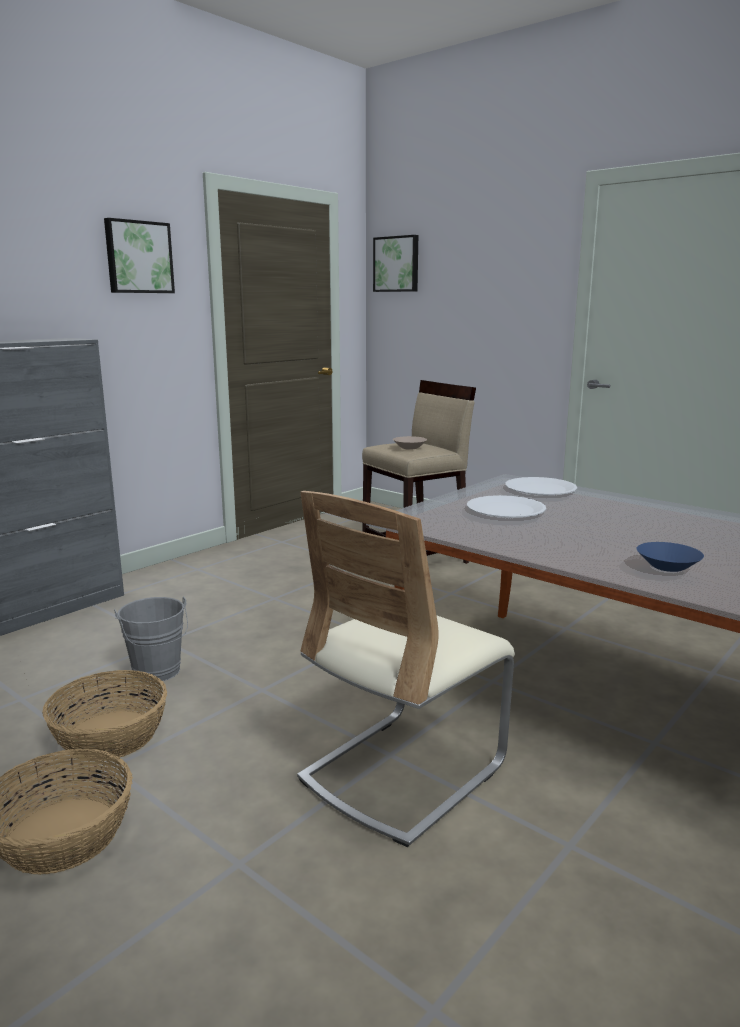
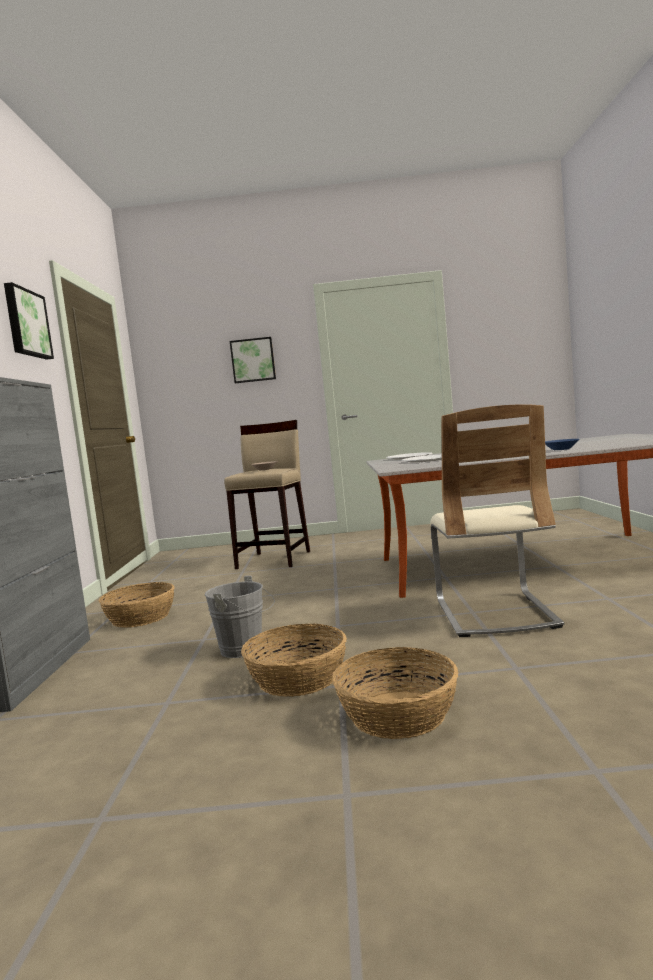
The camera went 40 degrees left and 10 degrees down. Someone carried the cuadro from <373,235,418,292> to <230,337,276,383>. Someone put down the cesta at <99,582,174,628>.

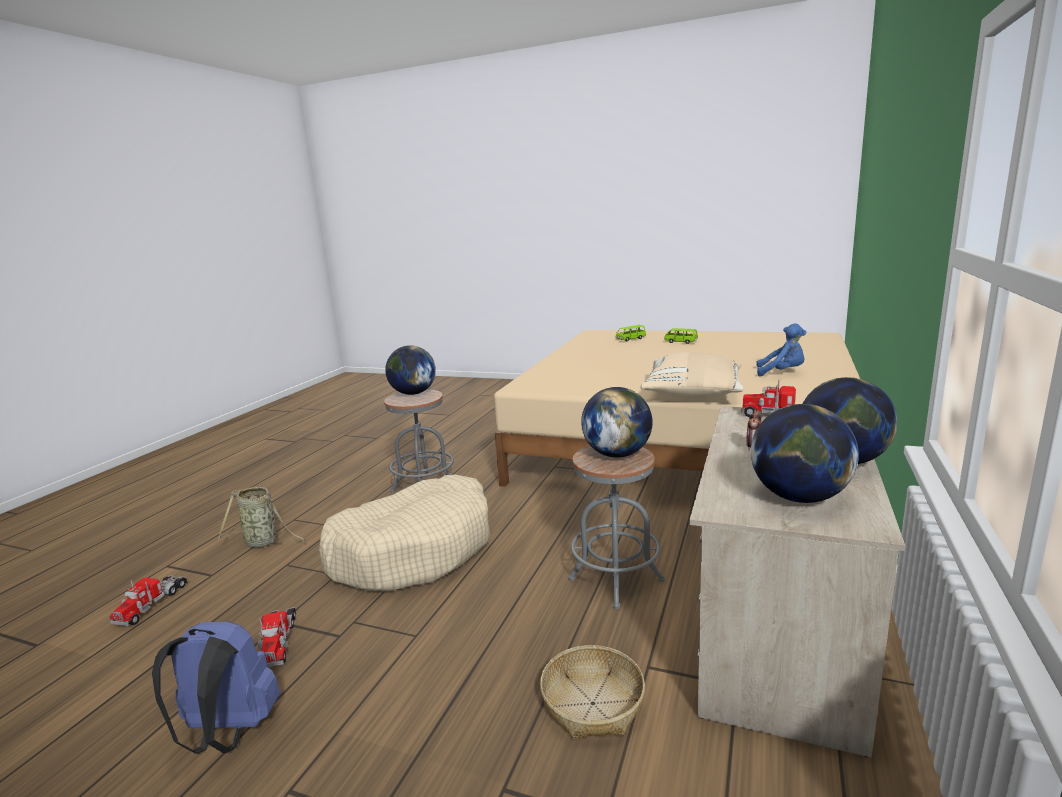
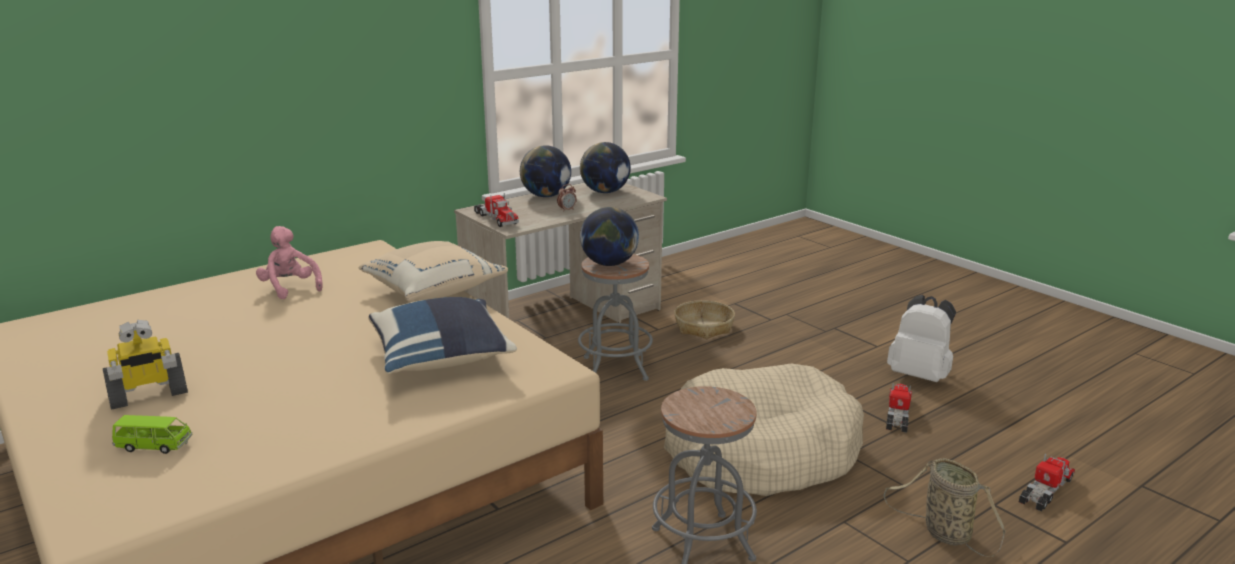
The camera went 150 degrees left and 5 degrees up. Someone repainted the mochila [azul] at <152,621,280,754>, which became the mochila [blanco] at <887,295,956,382>. Someone took away the globo terráqueo at <385,345,436,395>. Someone swapped the coche de juguete [verde] at <664,328,698,344> for the robot de juguete at <103,320,188,410>. Someone repainted the peluche [azul] at <756,323,806,377>, which became the peluche [rosa] at <256,226,323,299>. Someone put down the cojín [azul] at <369,297,517,374>.

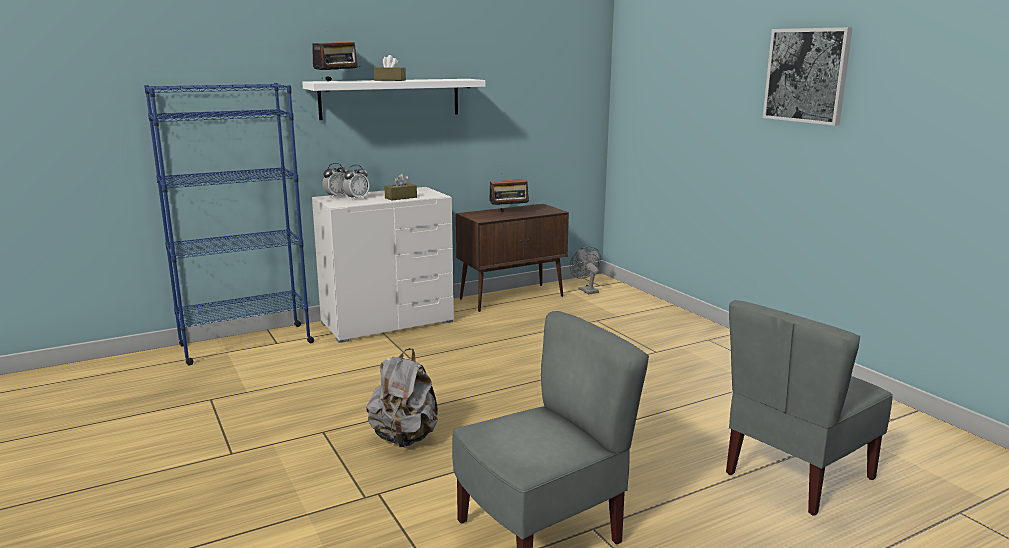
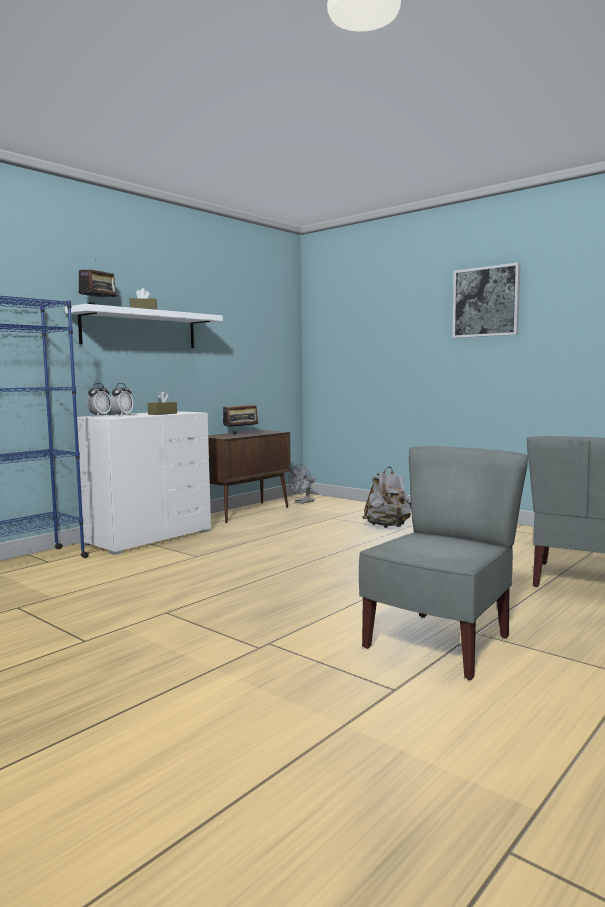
The camera went 20 degrees left and 10 degrees down. Someone carried the mochila [gris] from <367,348,438,447> to <362,467,411,528>. Someone rotated the ventilador [gris] at <570,246,601,295> by 90 degrees counterclockwise.

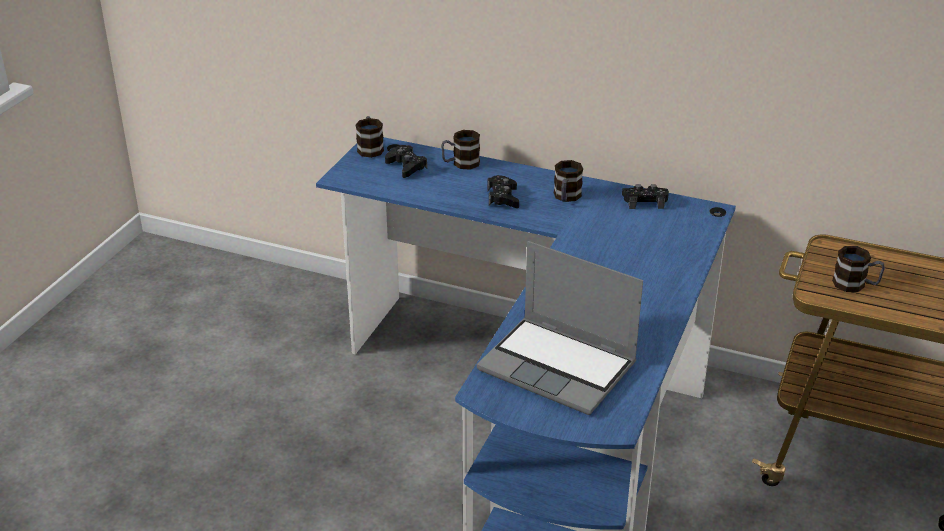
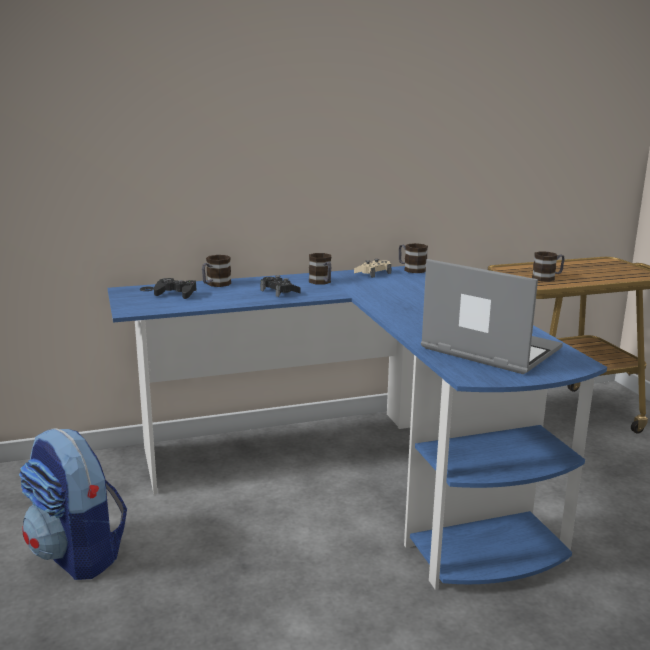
The camera went 40 degrees left and 15 degrees down. Someone carried the taza grande from <356,116,384,158> to <399,243,428,273>. Someone rotated the portátil at <477,241,643,415> by 135 degrees counterclockwise. Someone repainted the mando de consola [negro] at <622,184,669,209>, which became the mando de consola [beis] at <354,259,391,278>. Someone put down the mochila at <19,428,127,580>.

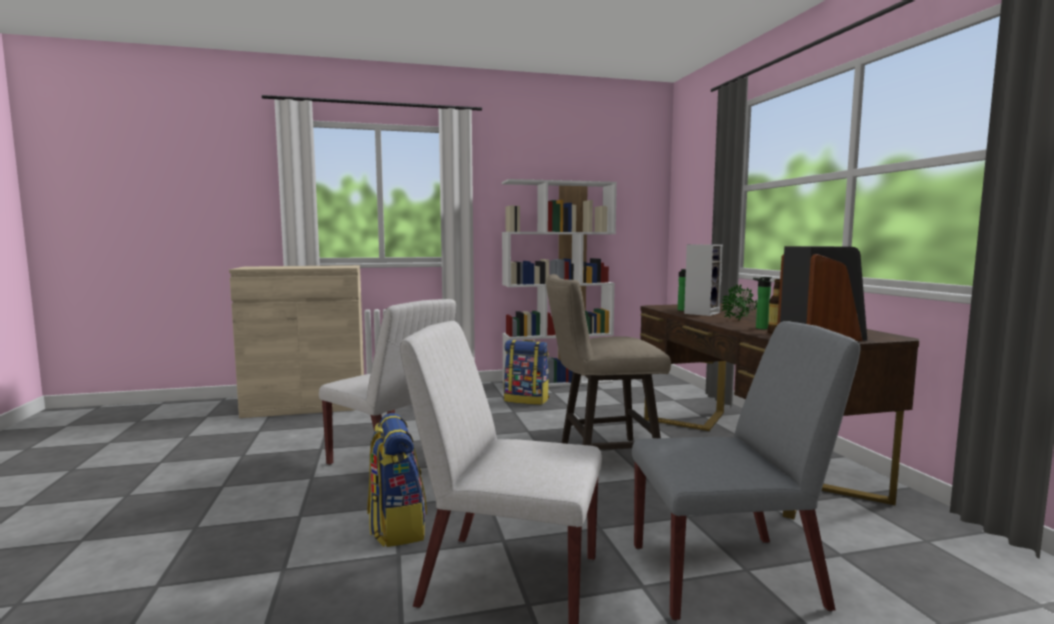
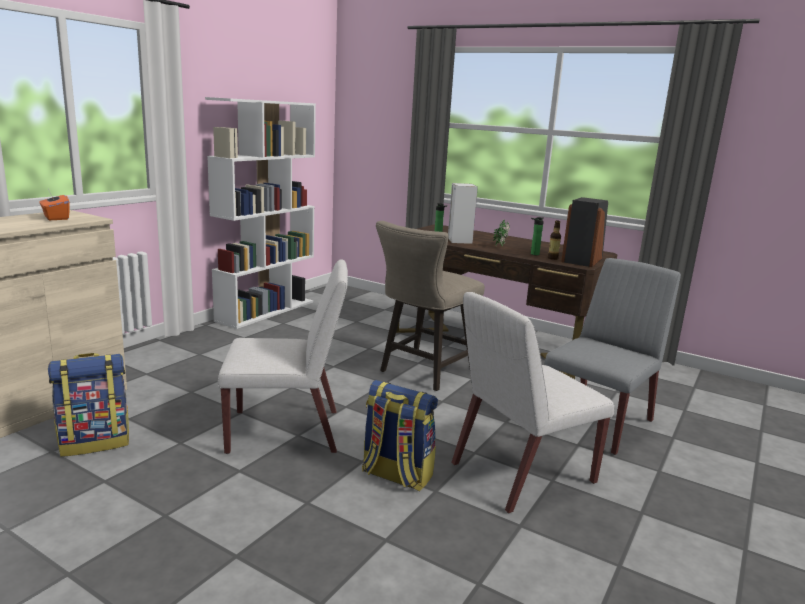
The camera went 45 degrees left and 10 degrees up. Someone carried the mochila from <504,340,549,405> to <48,353,129,457>. Someone put down the caja de pañuelos [naranja] at <40,189,70,220>.

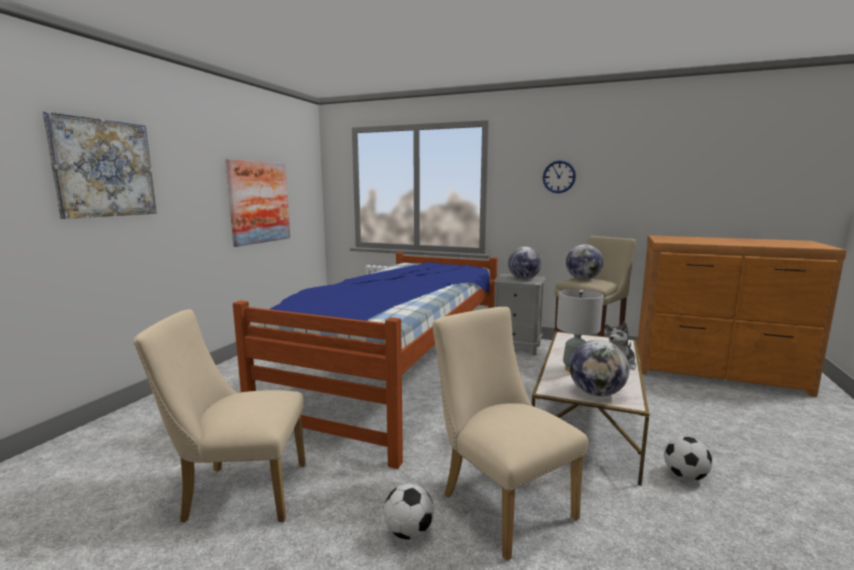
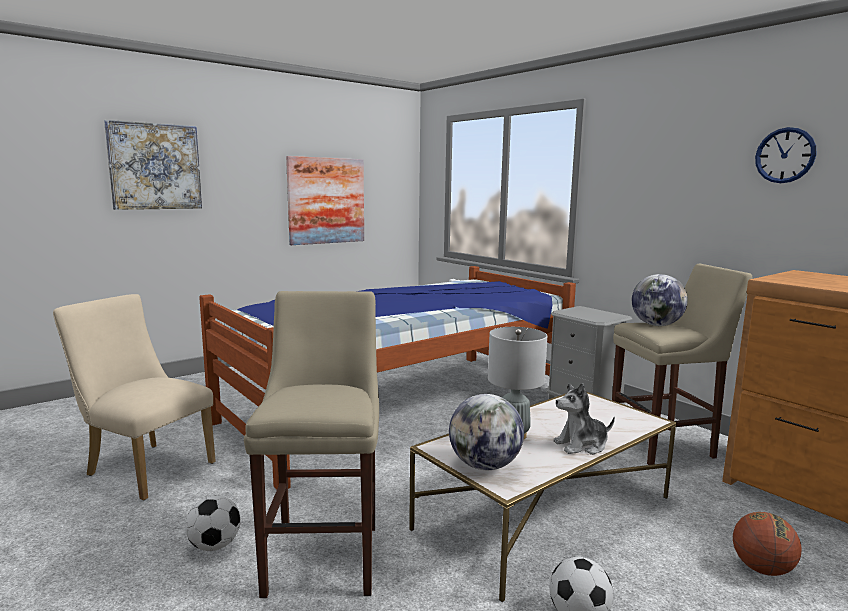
The camera went 30 degrees right and 0 degrees up. Someone swapped the silla [beis] at <432,307,588,561> for the taburete [beis] at <244,291,379,598>. Someone took away the globo terráqueo at <508,247,542,279>. Someone carried the reloj de pared from <543,160,576,193> to <755,127,816,183>. Someone put down the balón de baloncesto at <733,512,802,576>.

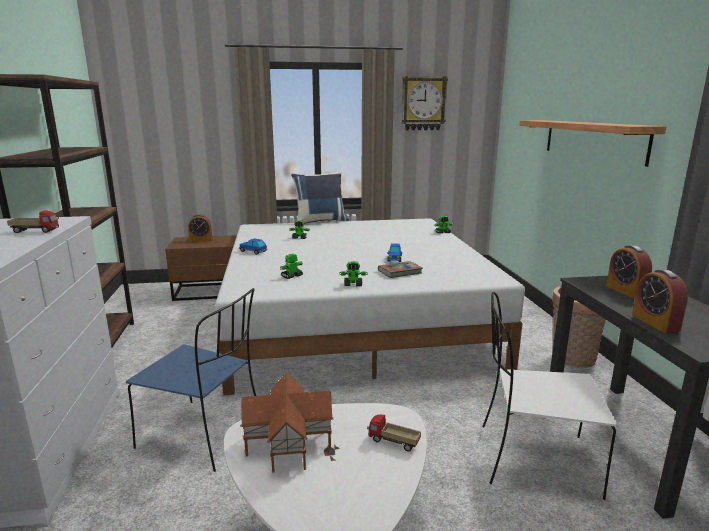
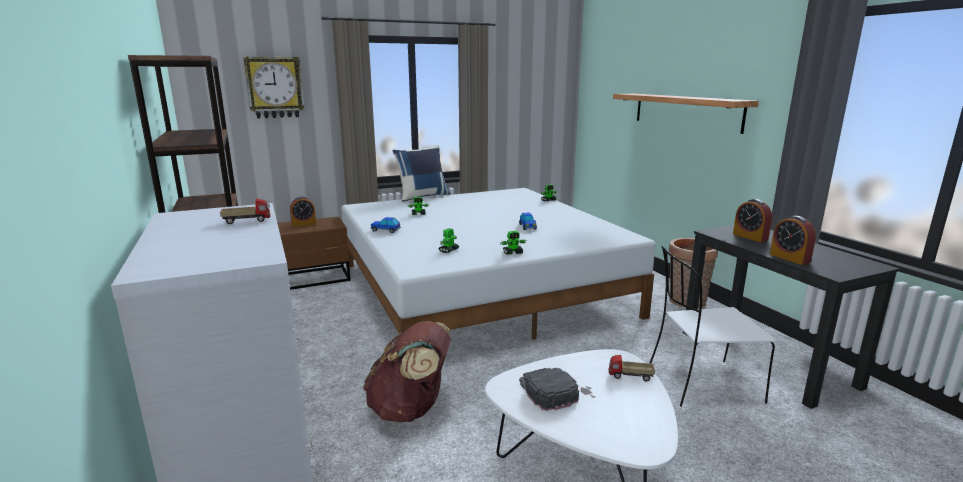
The camera went 15 degrees left and 0 degrees up. Someone swapped the silla [azul] at <126,288,256,472> for the mochila [marrón] at <363,321,451,422>. Someone swapped the casita at <240,372,333,473> for the gorra [negro] at <519,368,579,411>. Someone took away the libro at <378,261,423,278>. Someone carried the reloj de pared from <401,76,448,130> to <243,57,305,118>.

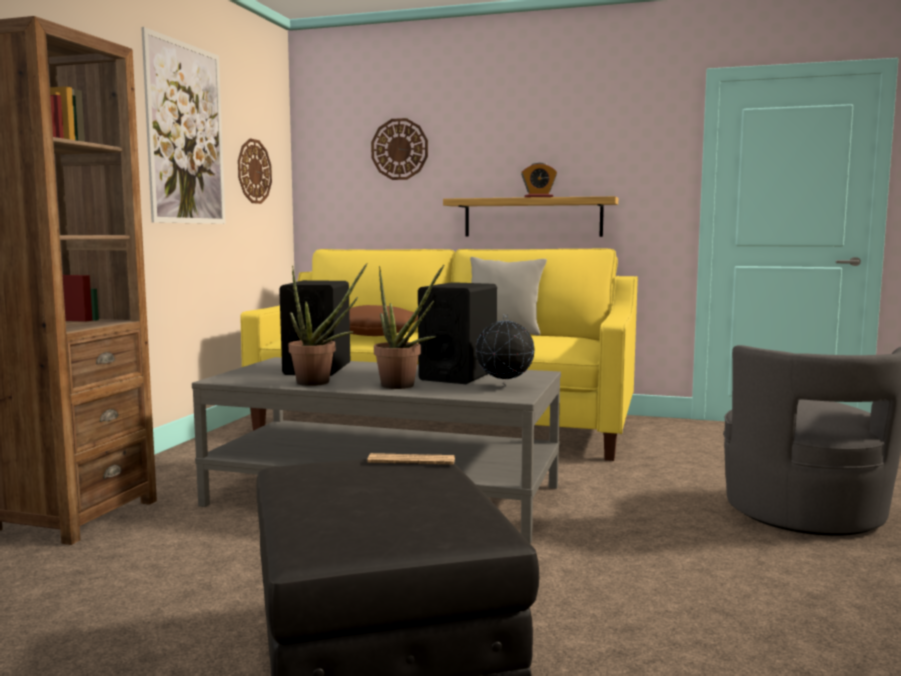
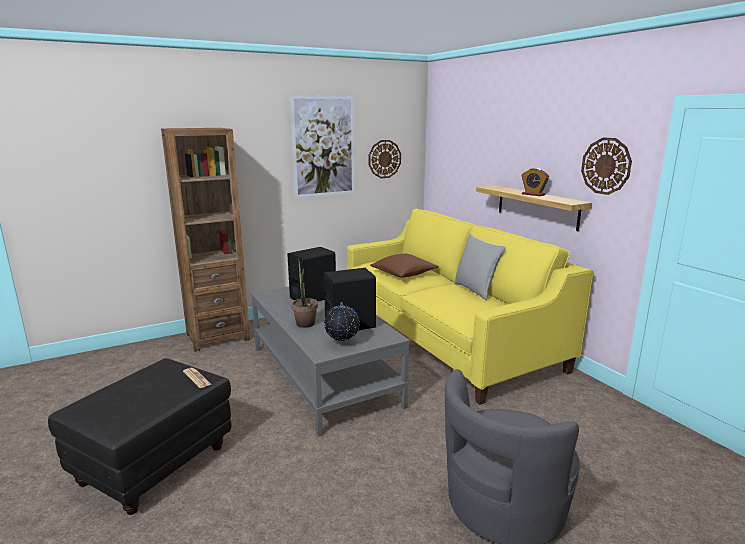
The camera went 45 degrees right and 10 degrees up. Someone took away the planta en maceta at <289,263,368,386>. Someone carried the reloj de pared from <371,118,428,180> to <581,137,632,195>.

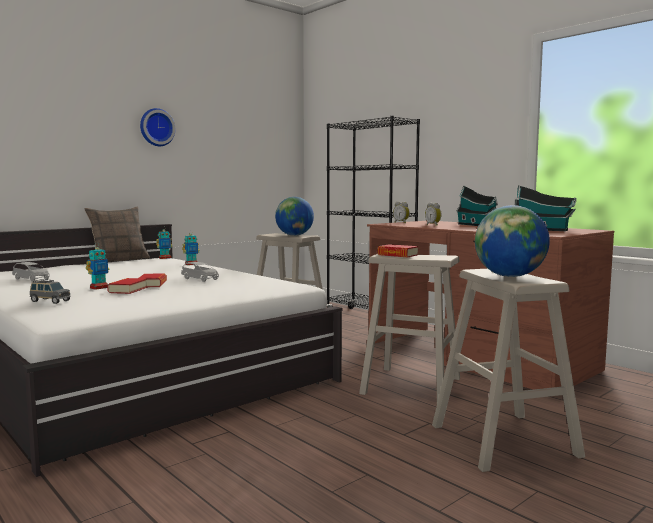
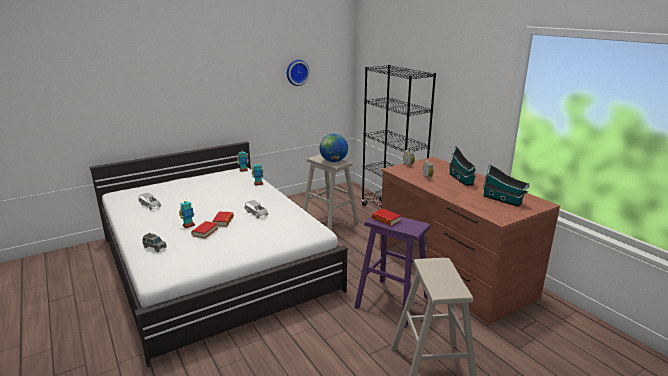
The camera went 10 degrees right and 15 degrees up. Someone took away the cojín at <85,207,150,262>. Someone carried the reloj de pared from <140,108,176,146> to <287,60,310,86>. Someone repainted the taburete [beis] at <359,254,460,403>, which became the taburete [morado] at <354,216,431,328>. Someone took away the globo terráqueo at <475,205,550,277>.

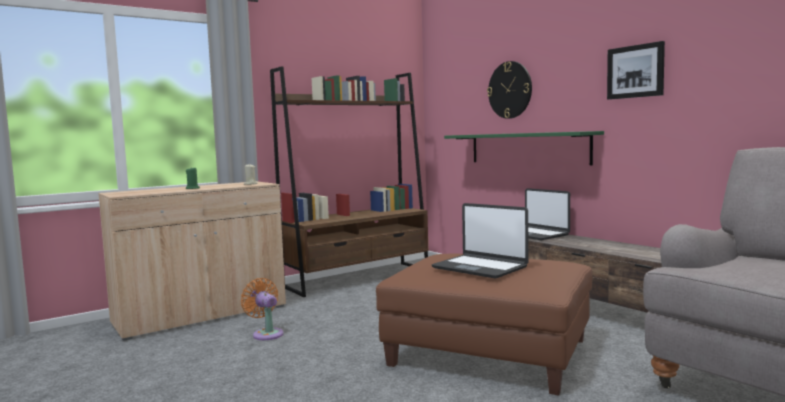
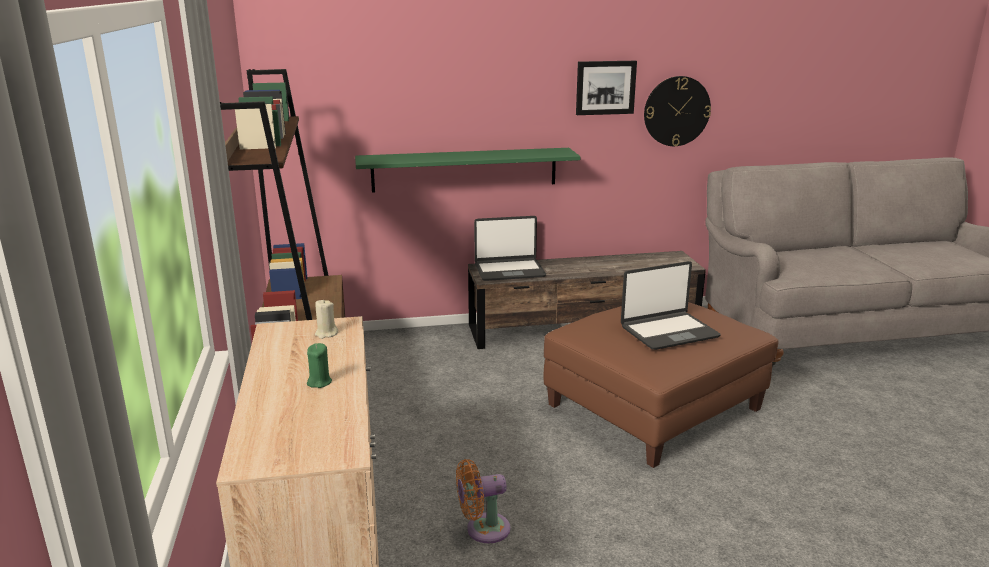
The camera went 65 degrees left and 15 degrees up. Someone carried the reloj de pared from <487,61,532,119> to <644,76,711,146>.

